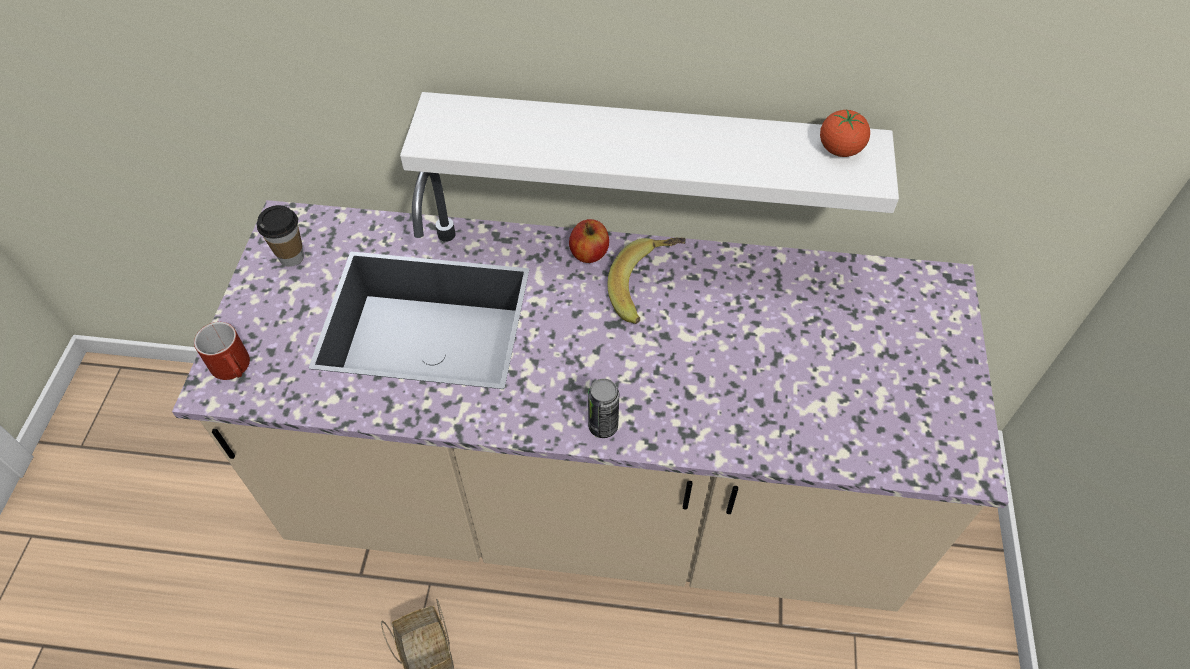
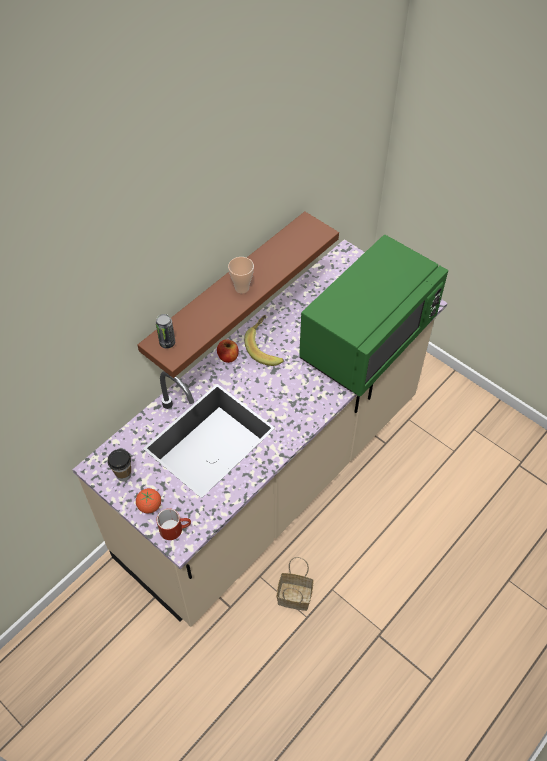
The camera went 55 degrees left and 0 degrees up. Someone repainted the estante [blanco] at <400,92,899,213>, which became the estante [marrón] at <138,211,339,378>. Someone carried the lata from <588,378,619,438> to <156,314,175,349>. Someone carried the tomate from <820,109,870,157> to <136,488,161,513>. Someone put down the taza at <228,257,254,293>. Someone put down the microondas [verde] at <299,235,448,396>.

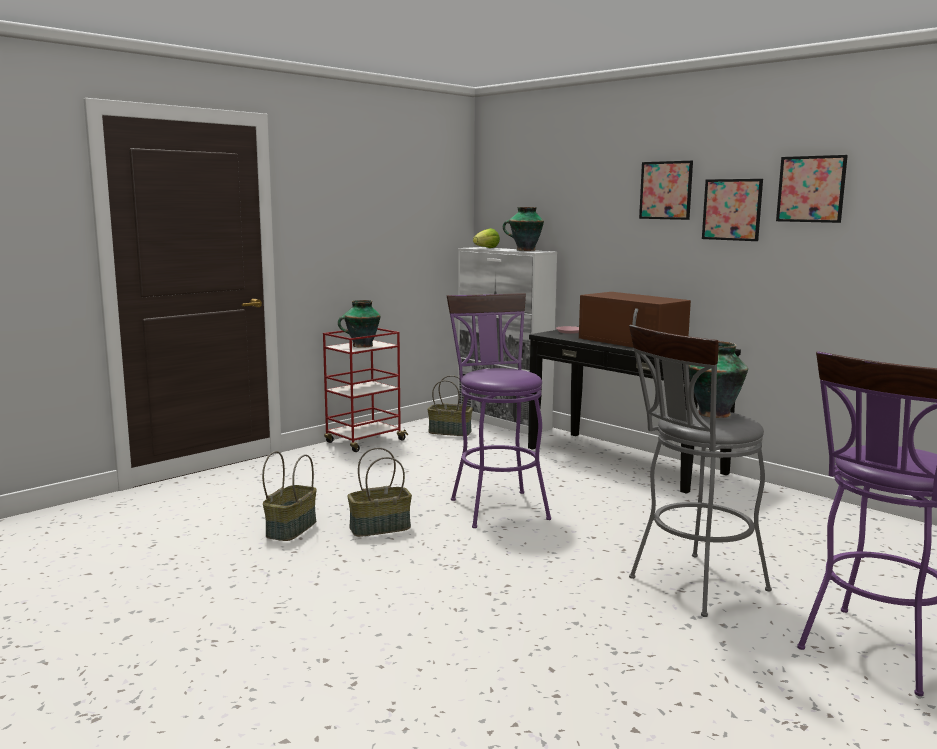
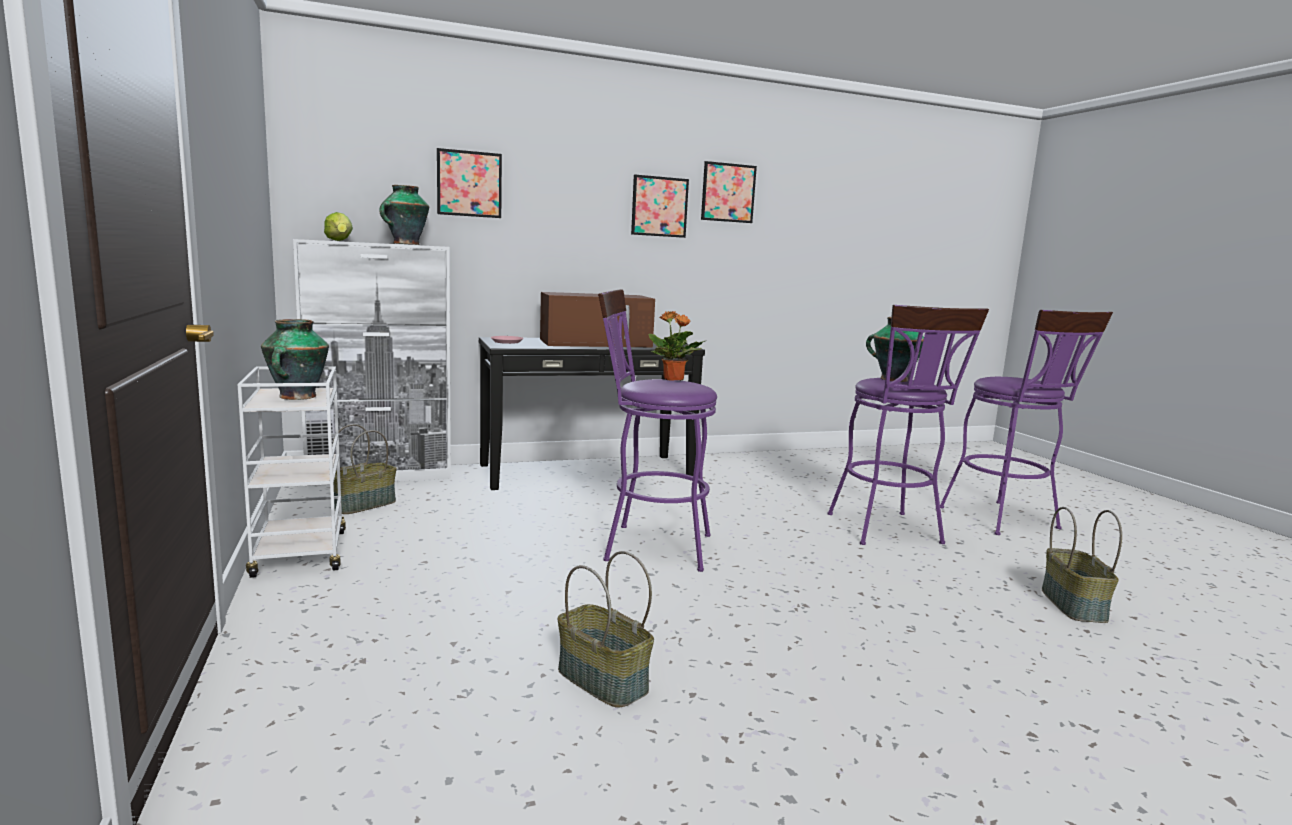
The camera went 65 degrees left and 0 degrees up. Someone repainted the carrito [rojo] at <323,328,408,452>, which became the carrito [blanco] at <237,366,346,578>. Someone carried the cesta from <347,447,412,537> to <1042,507,1122,623>. Someone repainted the taburete [gris] at <629,325,772,617>, which became the taburete [morado] at <827,305,989,545>. Someone carried the cuadro from <639,161,693,220> to <437,148,502,218>. Someone put down the planta en maceta at <649,311,705,381>.

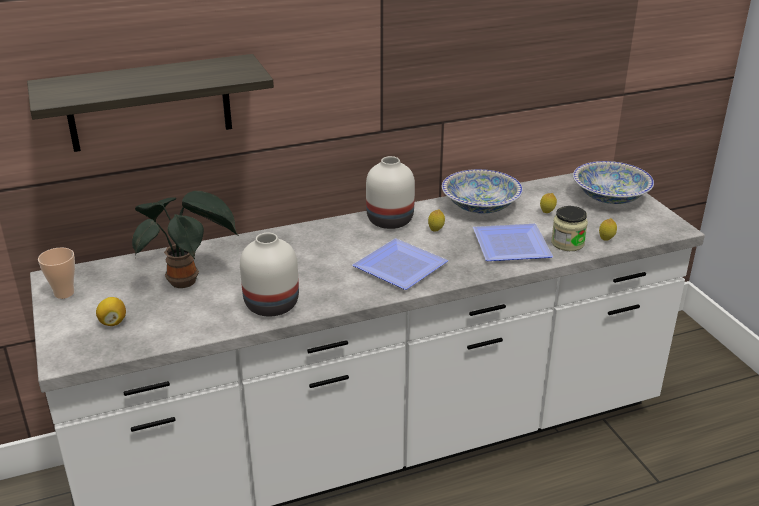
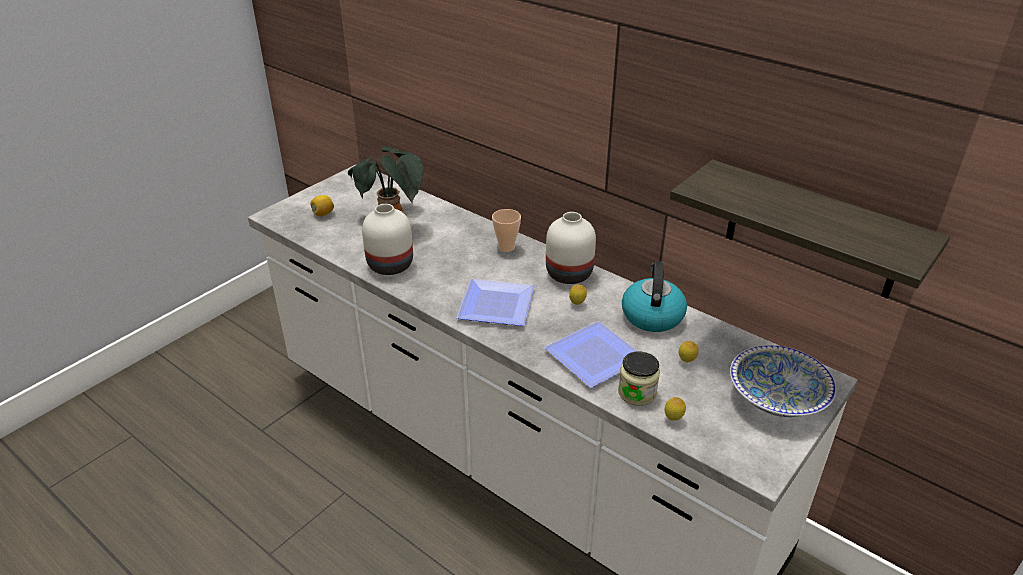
The camera went 60 degrees right and 5 degrees up. Someone carried the estante from <27,54,274,152> to <670,160,950,299>. Someone carried the taza from <38,248,75,299> to <492,209,521,252>. Someone swapped the cuenco at <442,169,523,214> for the hervidor at <622,261,687,332>.

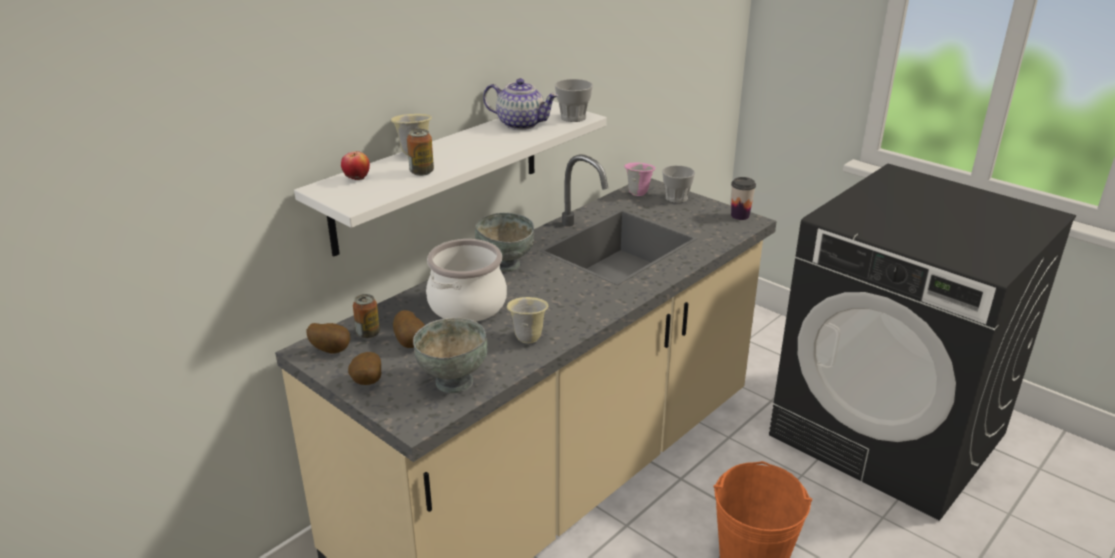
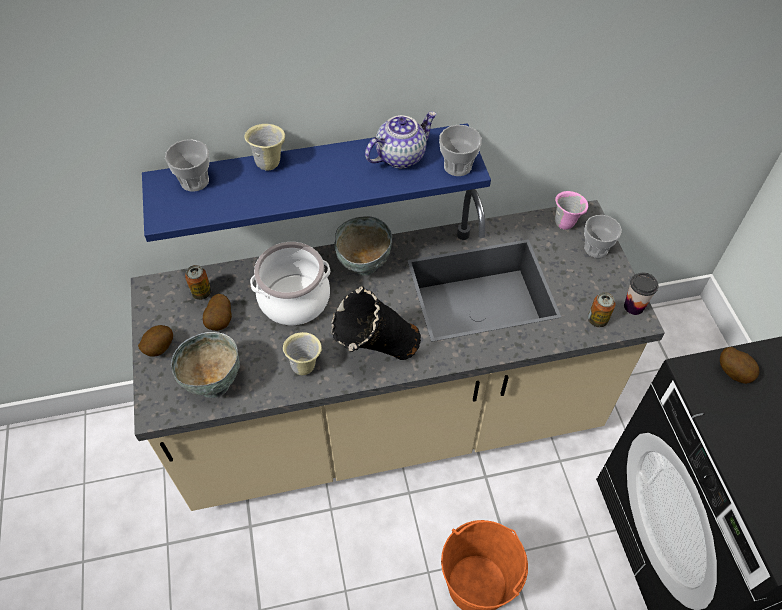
The camera went 35 degrees right and 25 degrees up. Someone repainted the estante [blanco] at <294,101,607,256>, which became the estante [azul] at <142,123,491,242>. Someone carried the patata from <307,323,350,354> to <720,347,759,384>. Someone swapped the manzana at <341,151,370,180> for the taza at <165,139,209,192>. Someone carried the lata from <407,129,434,176> to <588,292,616,327>. Someone rotated the tetera at <483,78,559,130> by 90 degrees counterclockwise. Someone put down the florero [negro] at <331,286,421,360>.

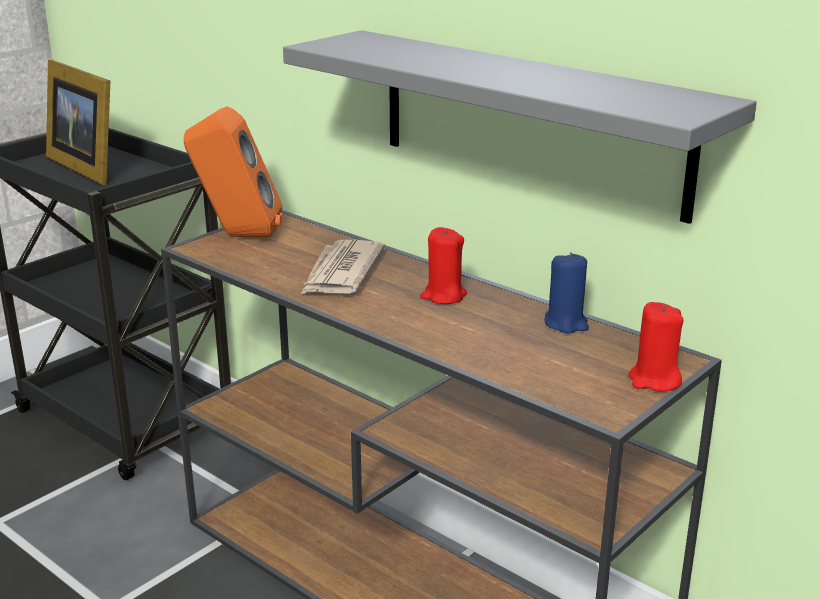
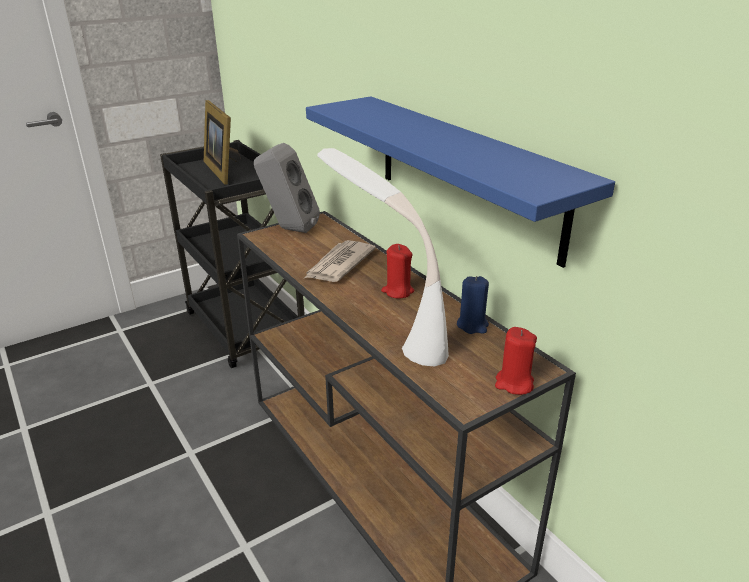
The camera went 15 degrees right and 5 degrees up. Someone repainted the altavoz [naranja] at <184,106,283,237>, which became the altavoz [gris] at <254,143,320,233>. Someone repainted the estante [gris] at <283,30,757,224>, which became the estante [azul] at <306,96,615,268>. Someone put down the lámpara de mesa [blanco] at <317,148,449,366>.

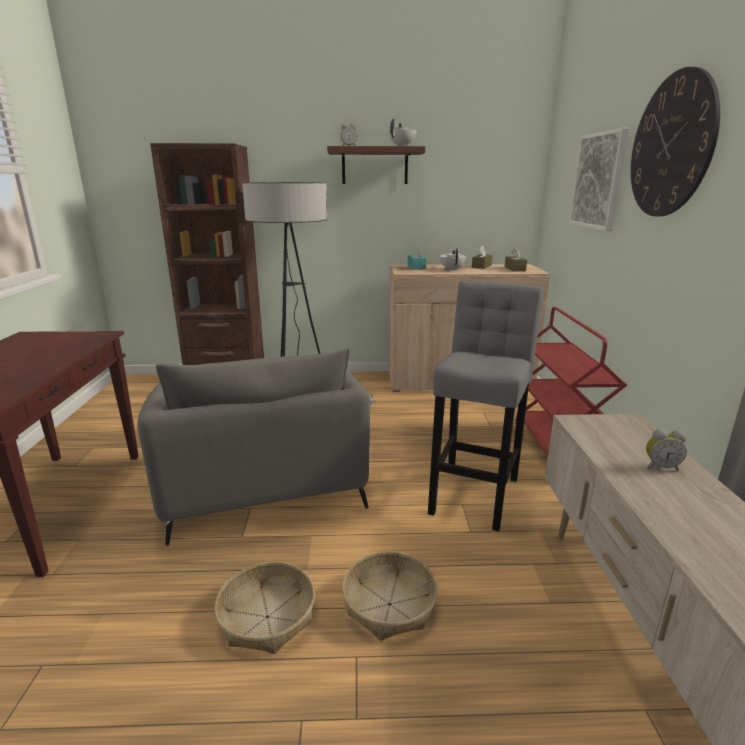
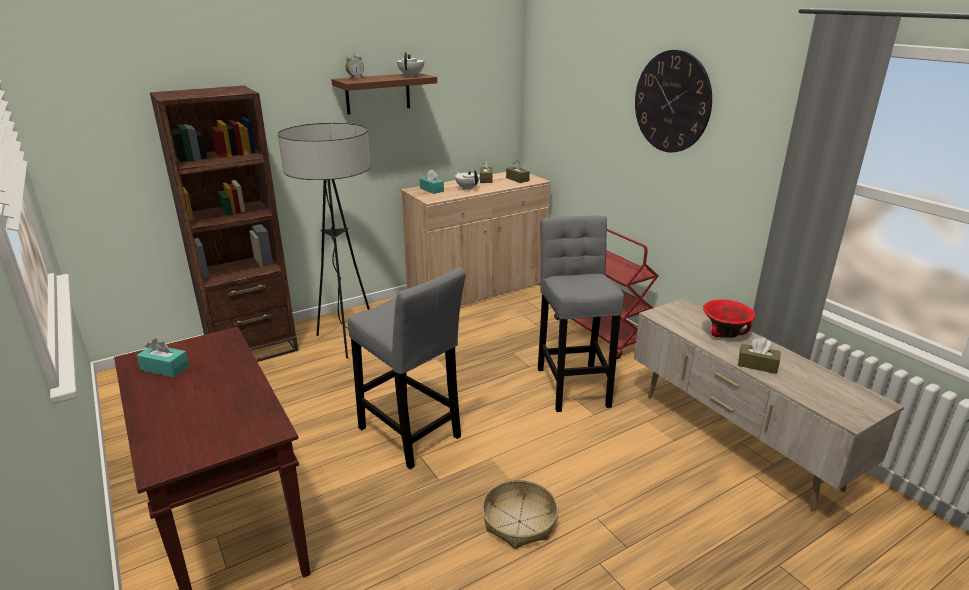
The camera went 30 degrees left and 5 degrees up. Someone swapped the sillón [gris] at <137,348,370,546> for the taburete [gris] at <348,268,466,469>. Someone took away the cesta at <342,552,438,641>. Someone took away the cuadro at <569,128,630,231>. Someone swapped the despertador at <646,429,687,471> for the cuenco [rojo] at <703,299,756,338>. Someone put down the caja de pañuelos [turquesa] at <136,338,189,378>. Someone put down the caja de pañuelos [marrón] at <738,337,781,374>.

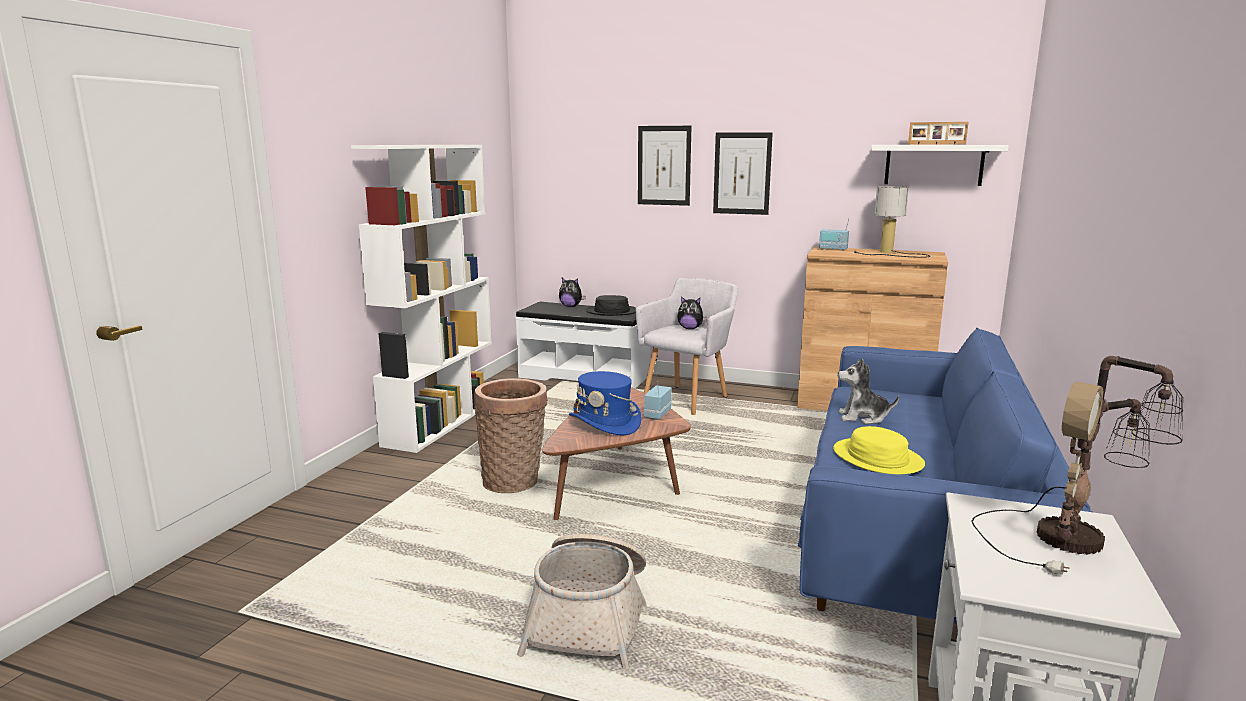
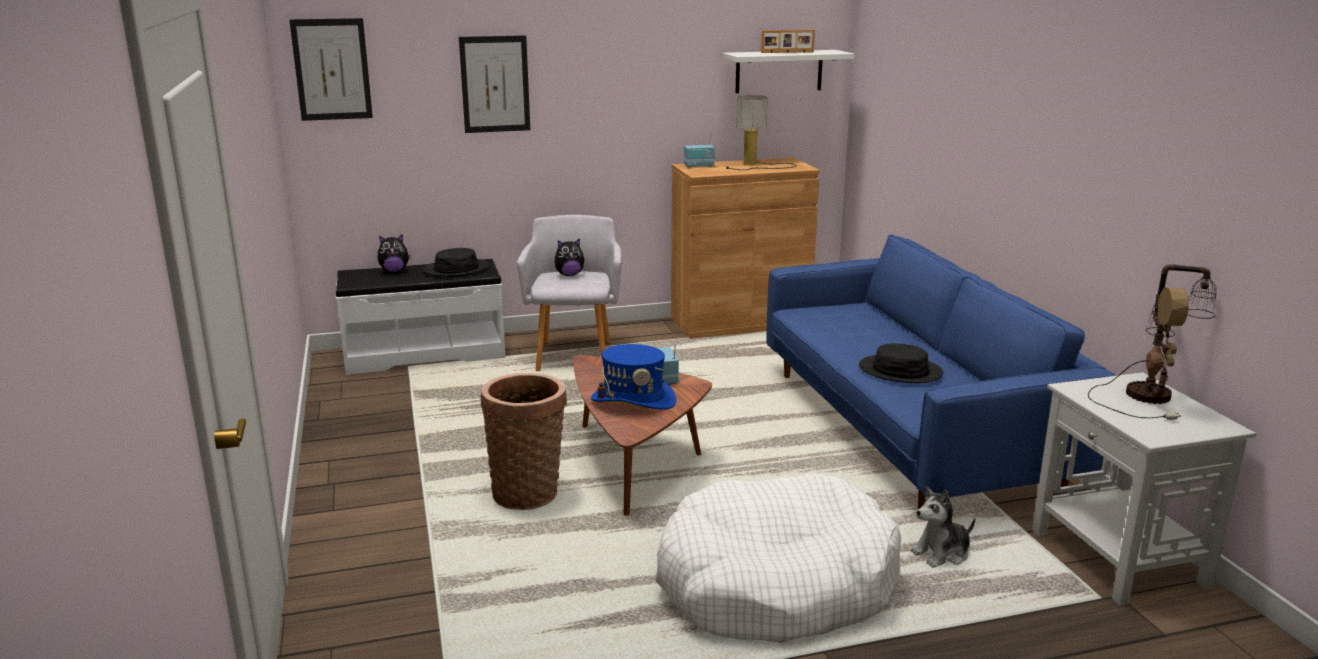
The camera went 35 degrees left and 5 degrees up. Someone took away the estantería [blanco] at <351,145,492,453>. Someone swapped the cesta at <517,534,646,670> for the cama para perro [blanco] at <656,473,901,643>. Someone carried the cuadro from <713,132,773,215> to <289,18,373,121>. Someone repainted the sombrero [amarillo] at <833,426,925,474>, which became the sombrero [negro] at <859,343,943,383>. Someone carried the peluche from <838,358,899,424> to <910,487,975,568>.

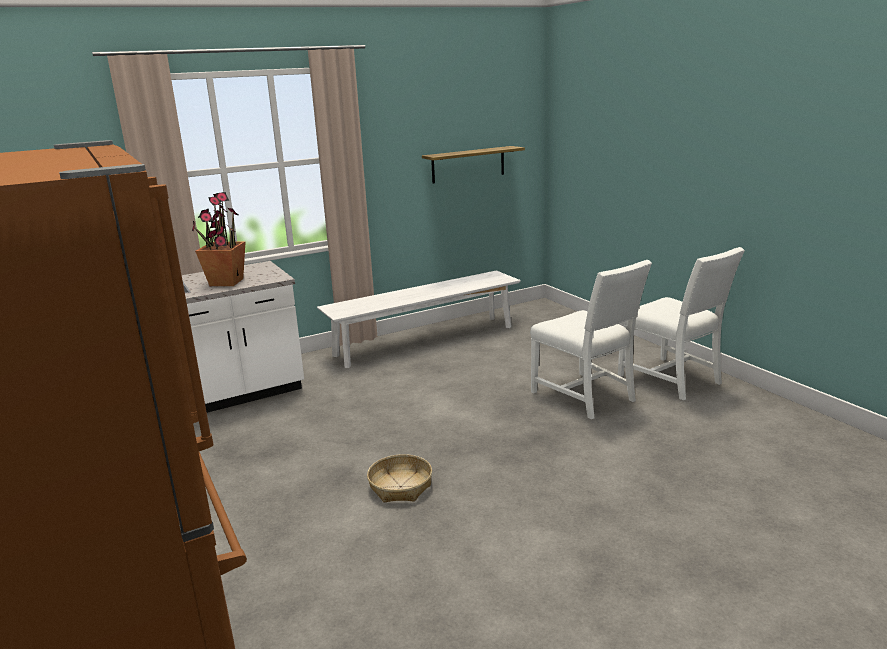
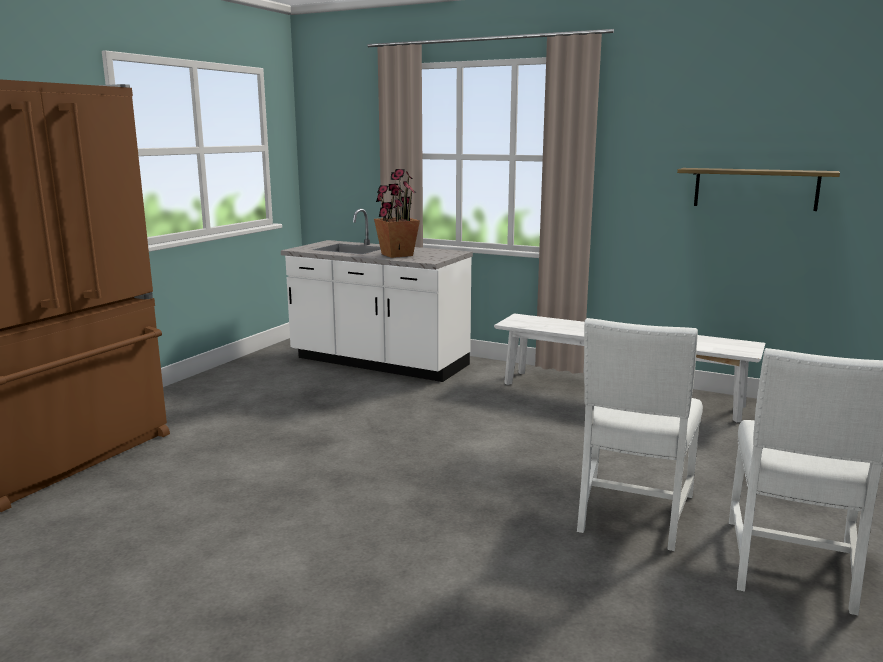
The camera went 55 degrees right and 5 degrees down. Someone took away the cesta at <367,454,432,503>.

